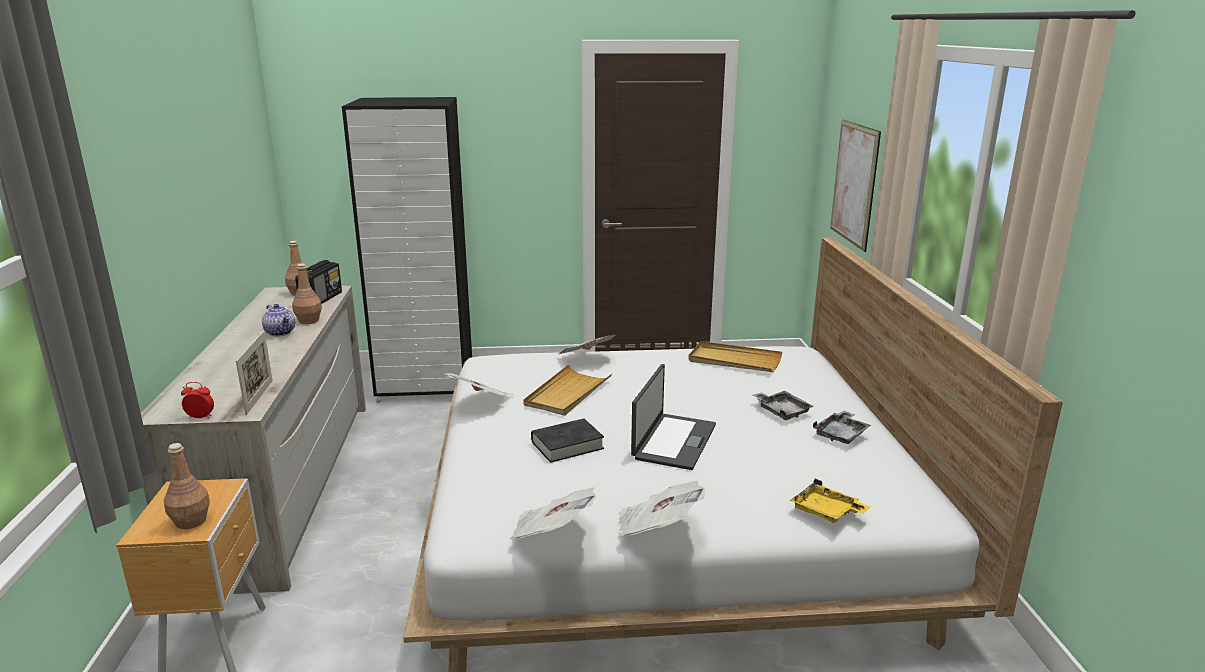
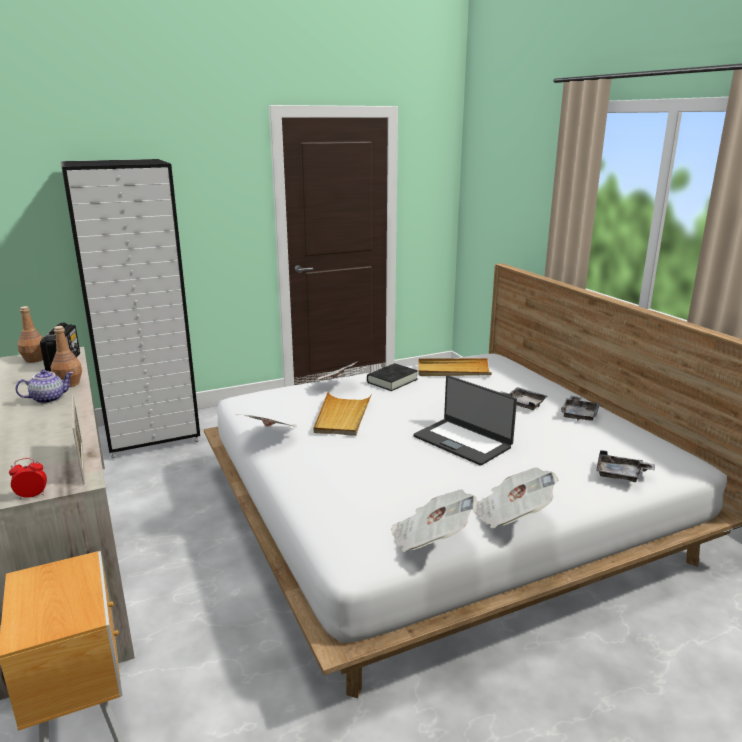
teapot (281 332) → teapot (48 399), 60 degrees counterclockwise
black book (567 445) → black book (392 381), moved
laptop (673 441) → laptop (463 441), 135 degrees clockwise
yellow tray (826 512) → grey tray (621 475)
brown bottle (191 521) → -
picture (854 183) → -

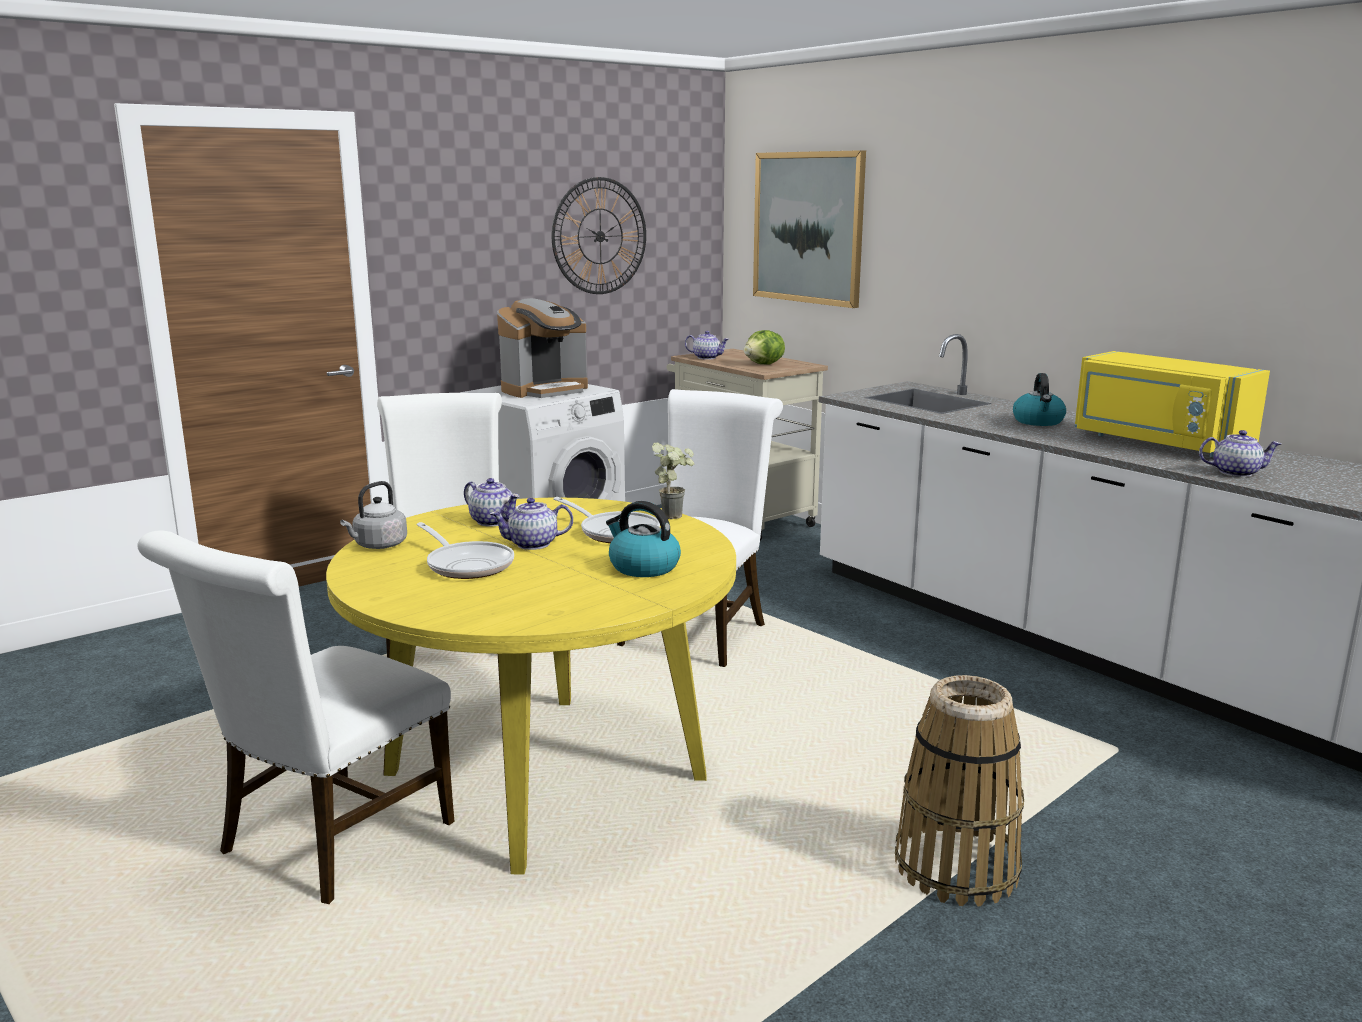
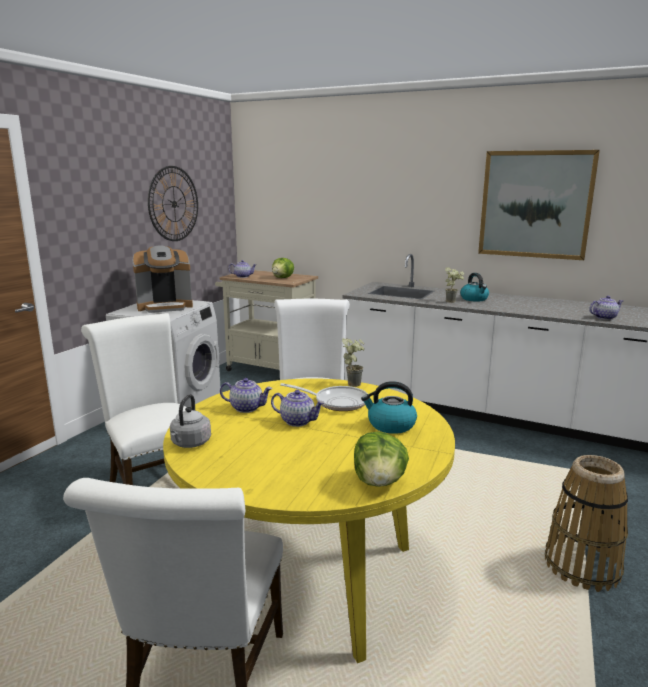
coffee machine (545 390) → coffee machine (165 306), 45 degrees clockwise
teapot (532 544) → teapot (298 421), 120 degrees counterclockwise
- → lettuce (379 482)
- → potted plant (452 301)
picture (808 228) → picture (535 204), moved
frying pan (467 565) → -
yellow microwave (1157 443) → -

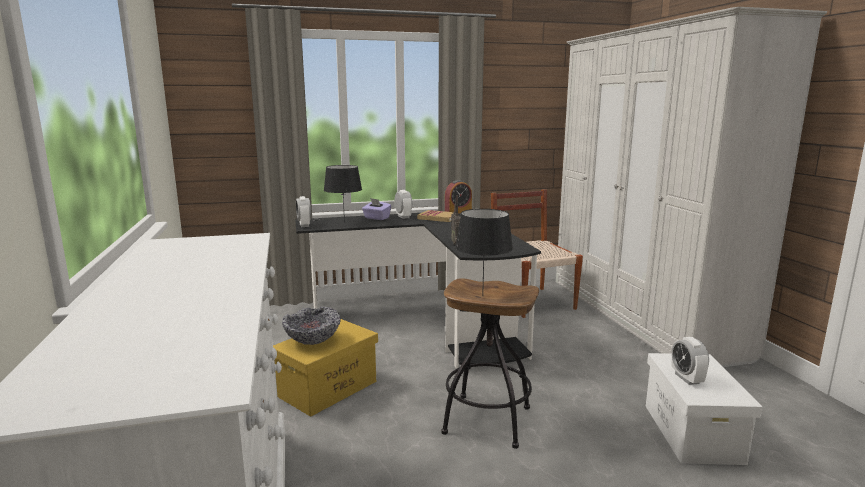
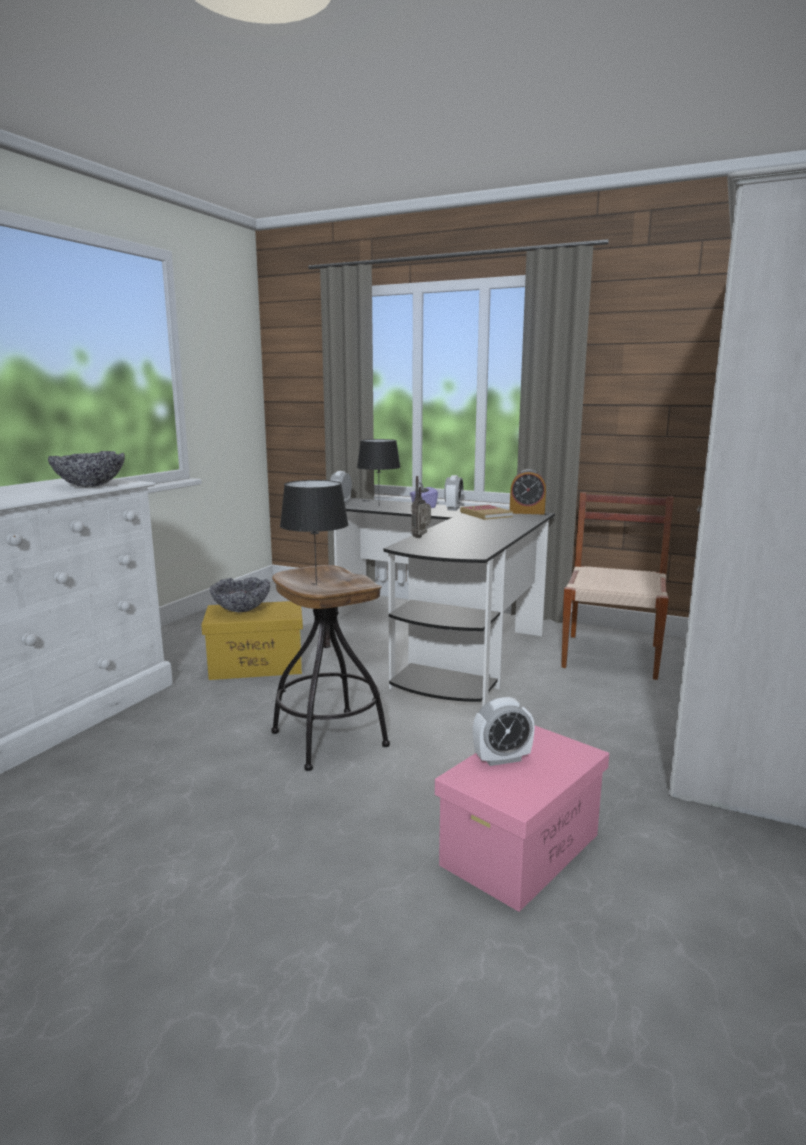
- → bowl (90 486)
white storage box (693 433) → pink storage box (520 850)
alarm clock (687 378) → alarm clock (502 759), 135 degrees counterclockwise

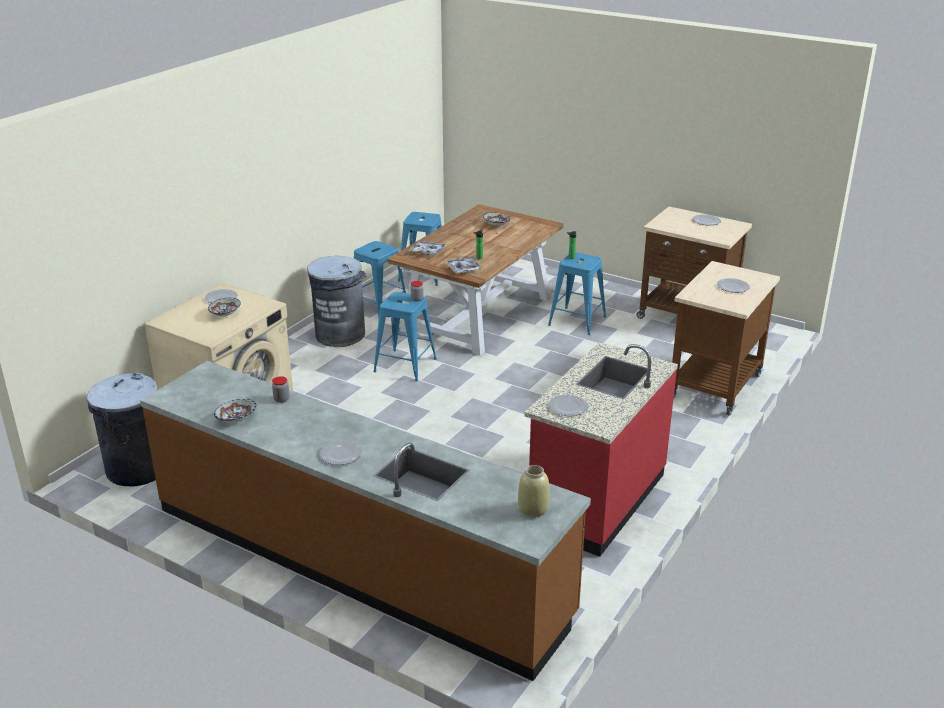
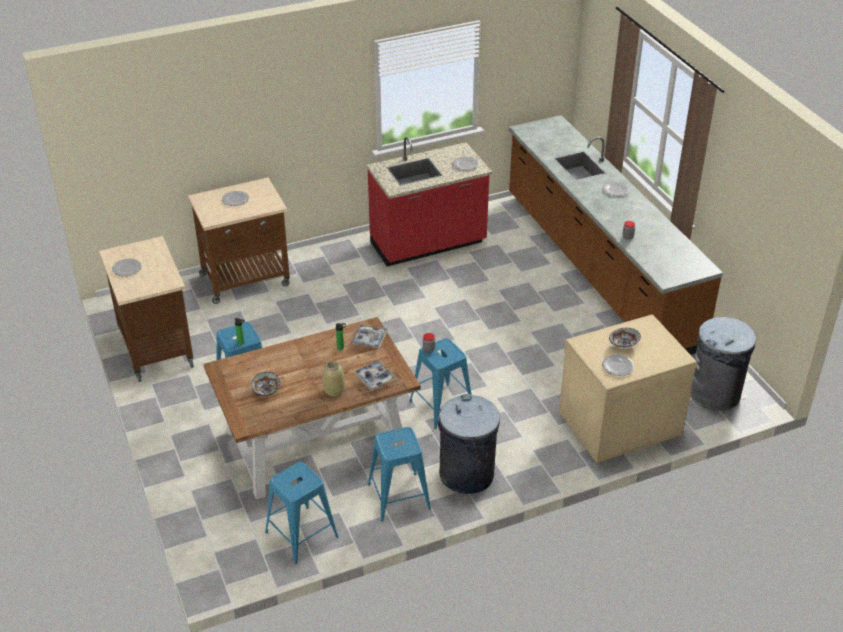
beige vase (533 509) → beige vase (334 390), moved
bowl (237 419) → -

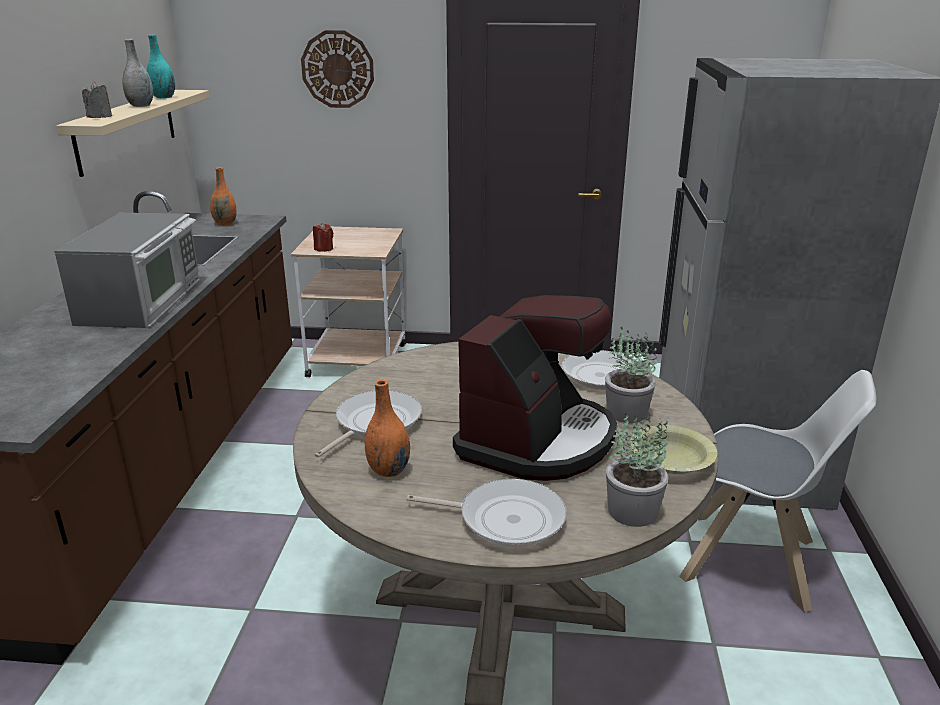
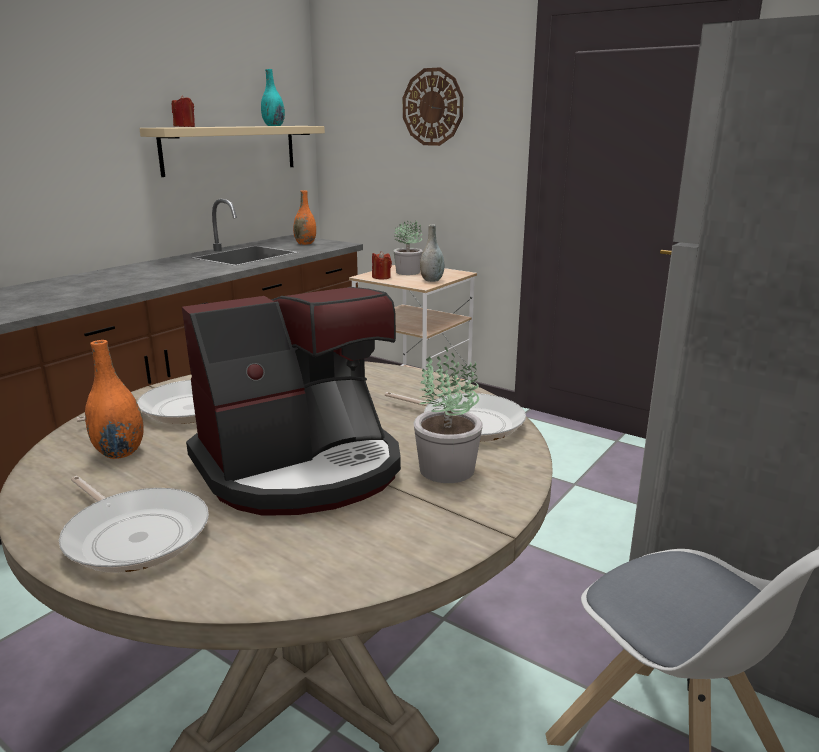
grey candle (100 116) → red candle (184 127)
potted plant (633 510) → potted plant (408 272), moved
grey vase (141 105) → grey vase (431 280), moved
microwave (143 301) → -
yellow bowl (671 461) → -

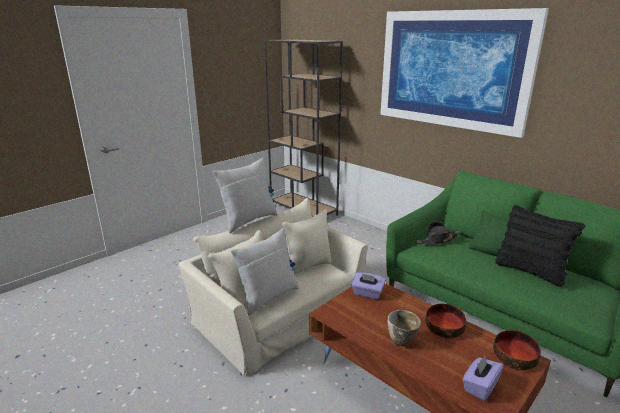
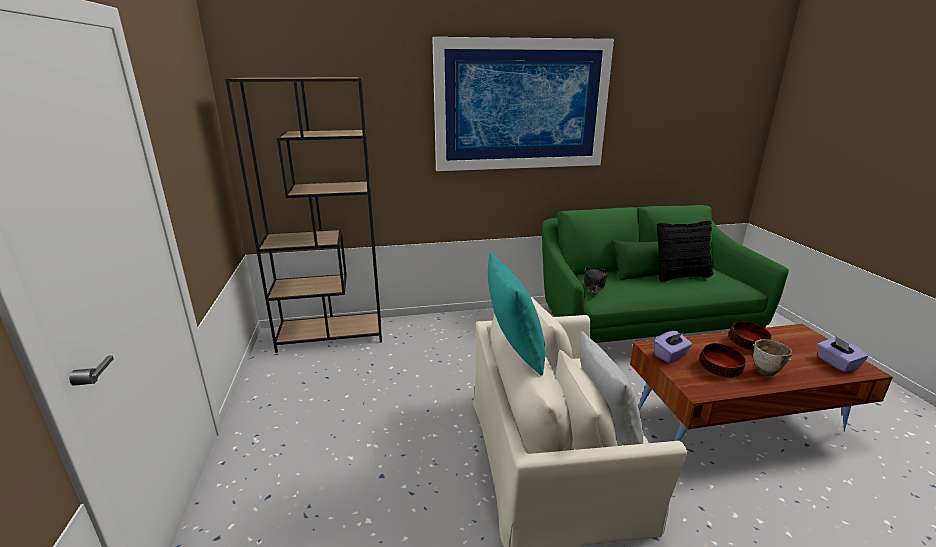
grey pillow (248 221) → turquoise pillow (513 351)
bowl (514 357) → bowl (719 368), moved

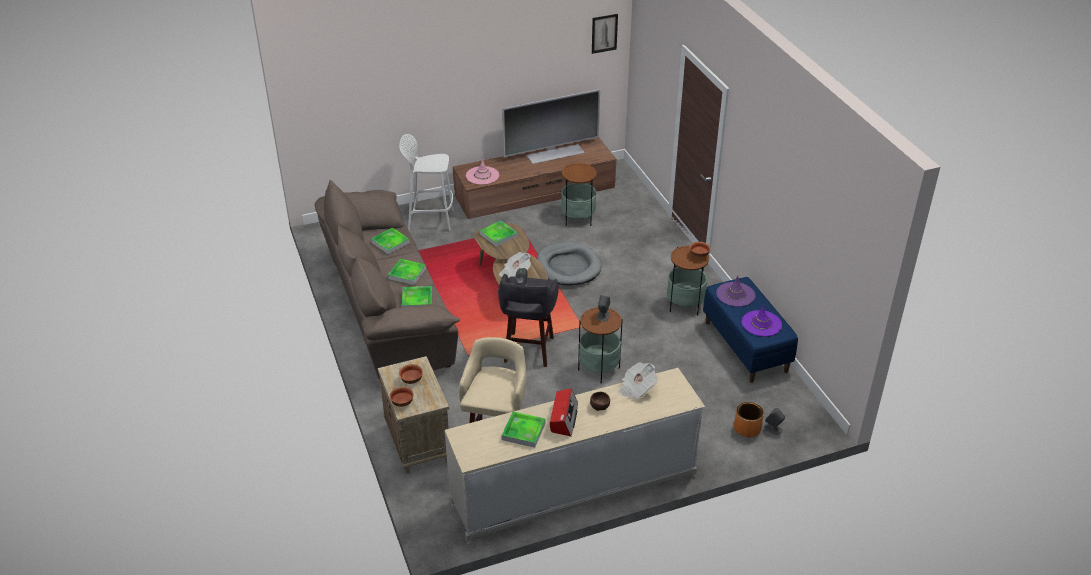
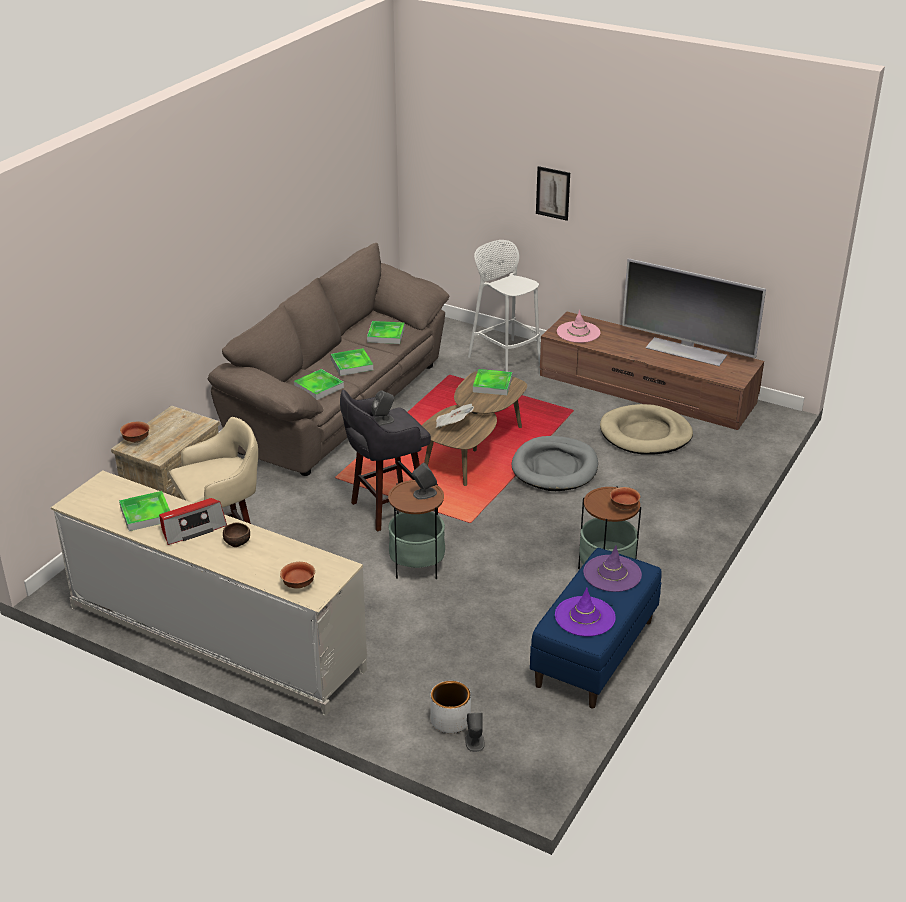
bowl (412 380) → bowl (298 585), moved
orange planter (747 428) → white planter (450 720)
picture (604 33) → picture (553 193), moved
side table (578 218) → beige dog bed (645 434)
newspaper (636 388) → -

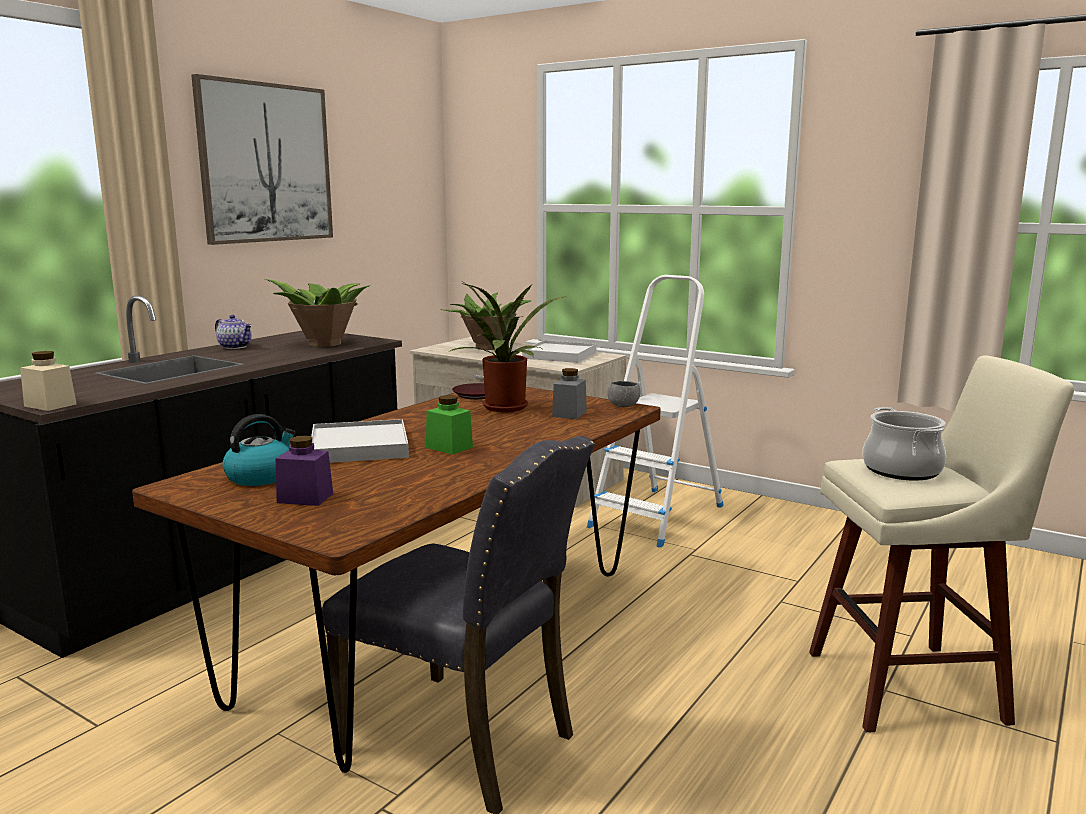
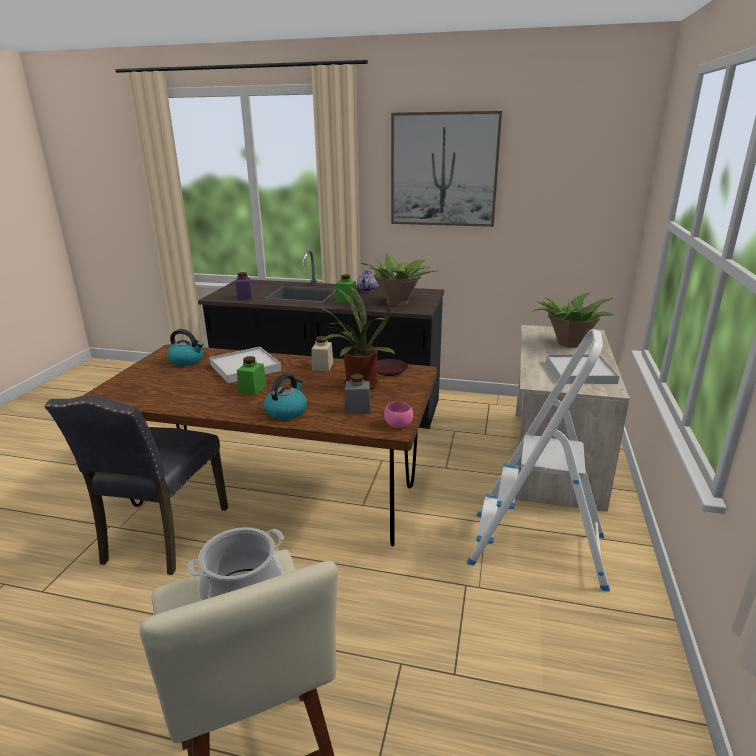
purple jar (305 498) → purple jar (244 297), moved
- → kettle (286 411)
beige jar (50 405) → beige jar (322 366), moved
- → green jar (346 300)
grey bowl (623 406) → pink bowl (398 425)

